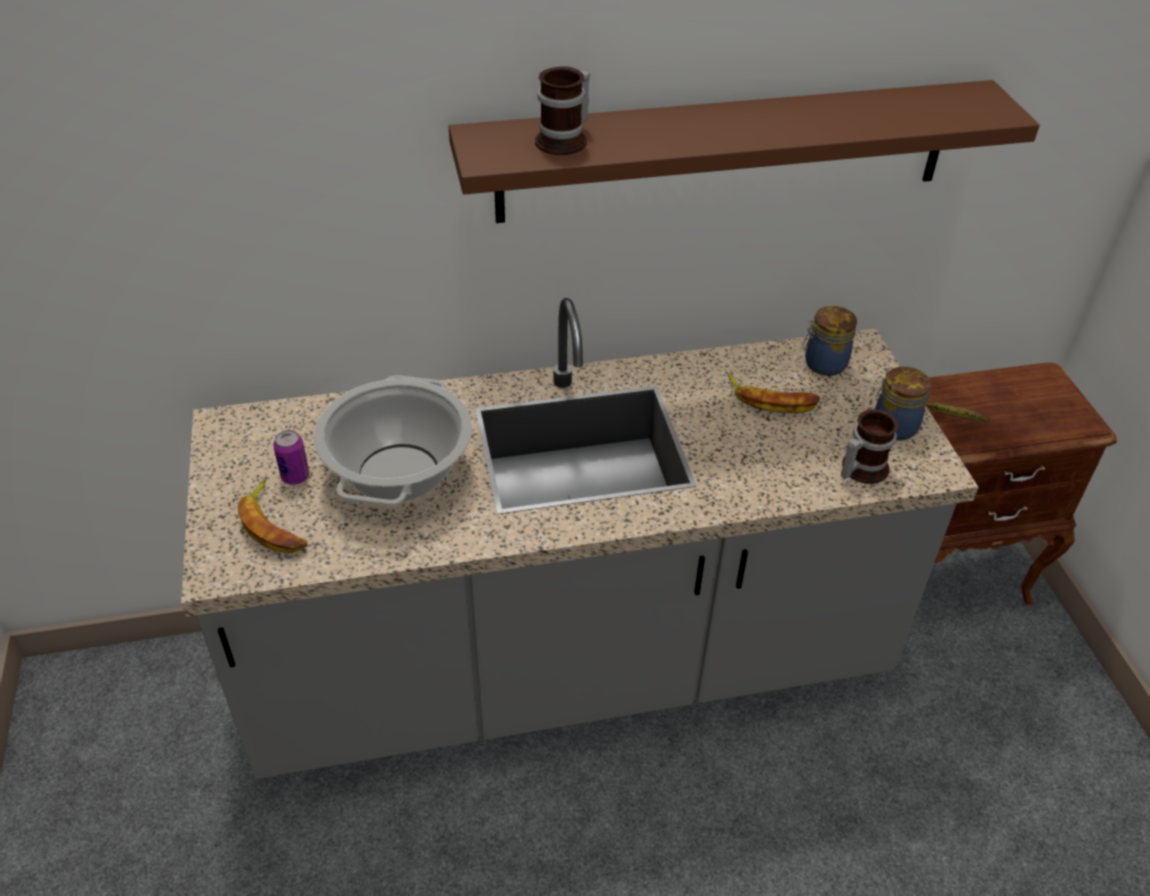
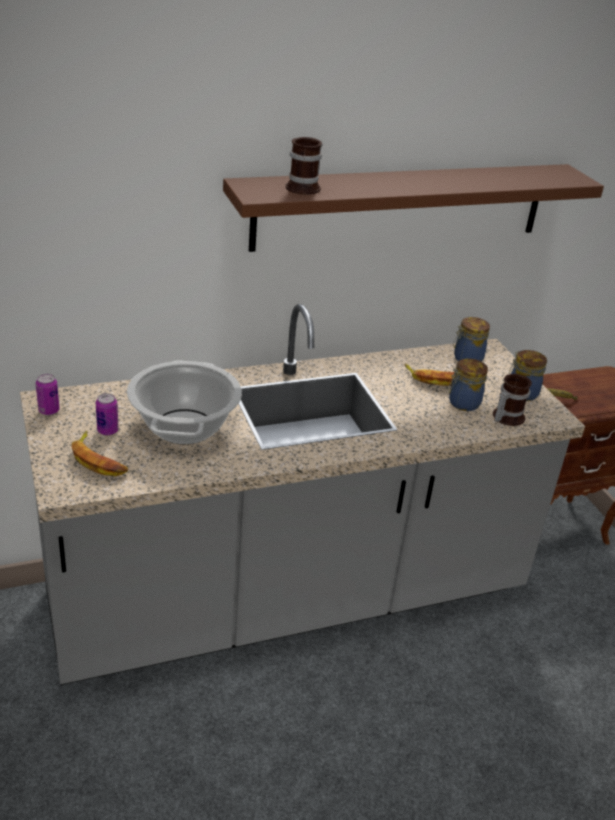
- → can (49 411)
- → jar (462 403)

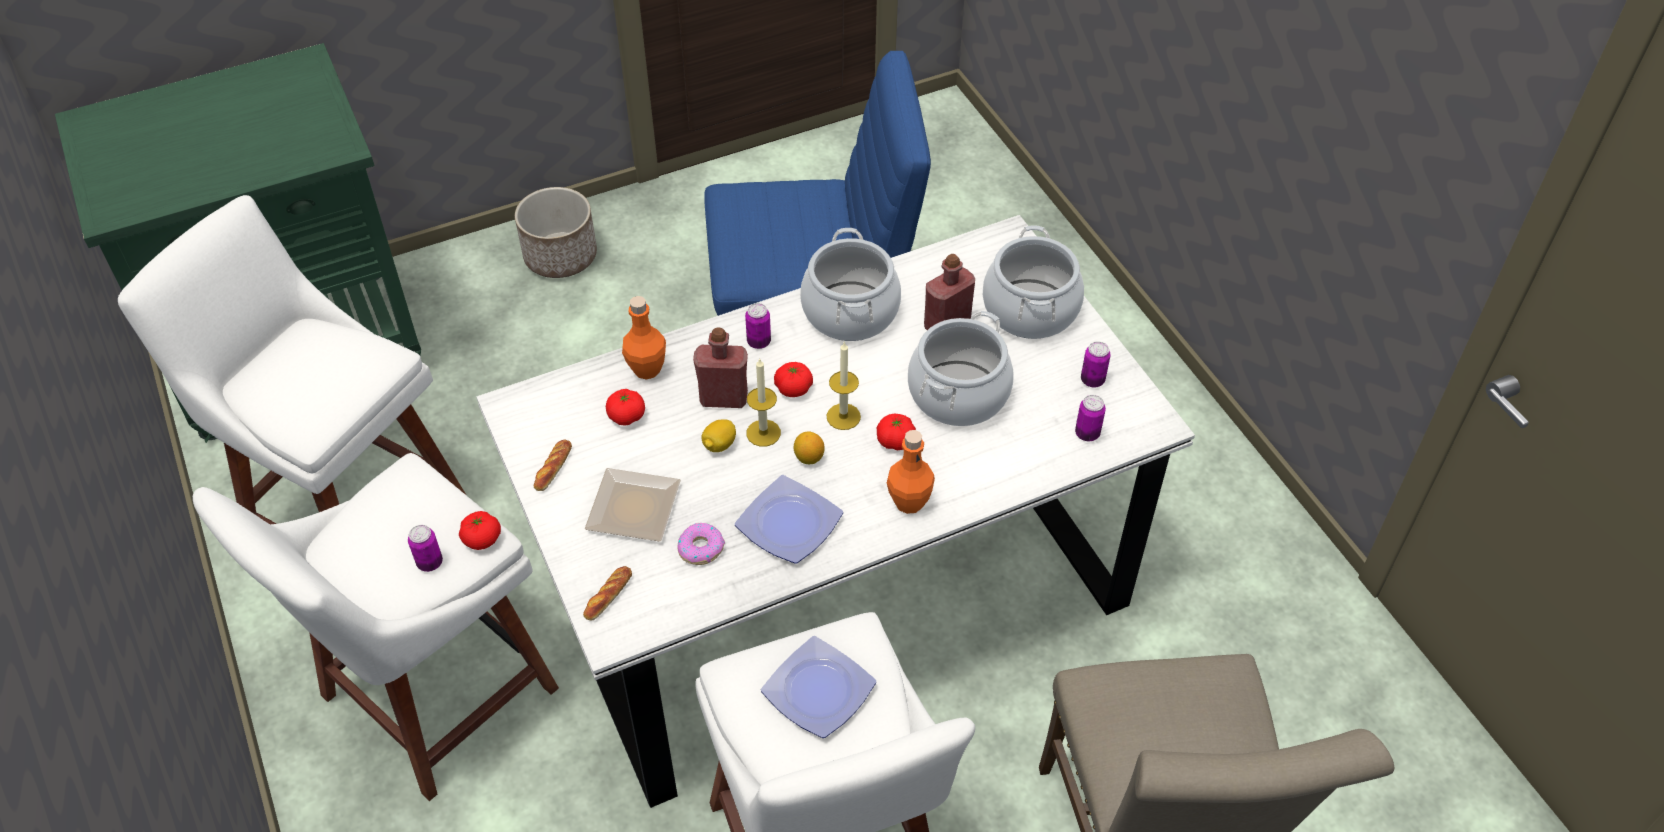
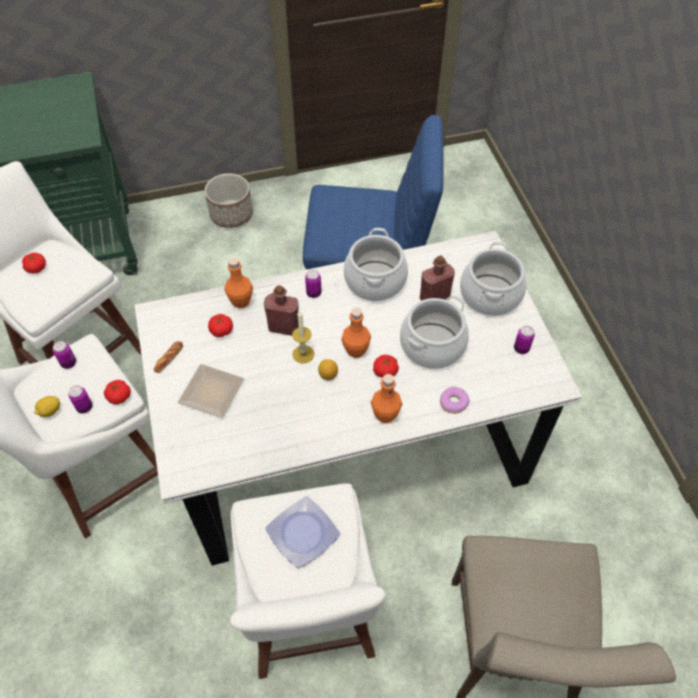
tomato (793 388) → tomato (36 268), moved
lemon (719 445) → lemon (50 411), moved
can (1087 433) → can (69 363), moved
candle (843 416) → orange bottle (356 350)
donut (700 548) → donut (453 402), moved
bread (608 596) → -
plate (789 522) → -

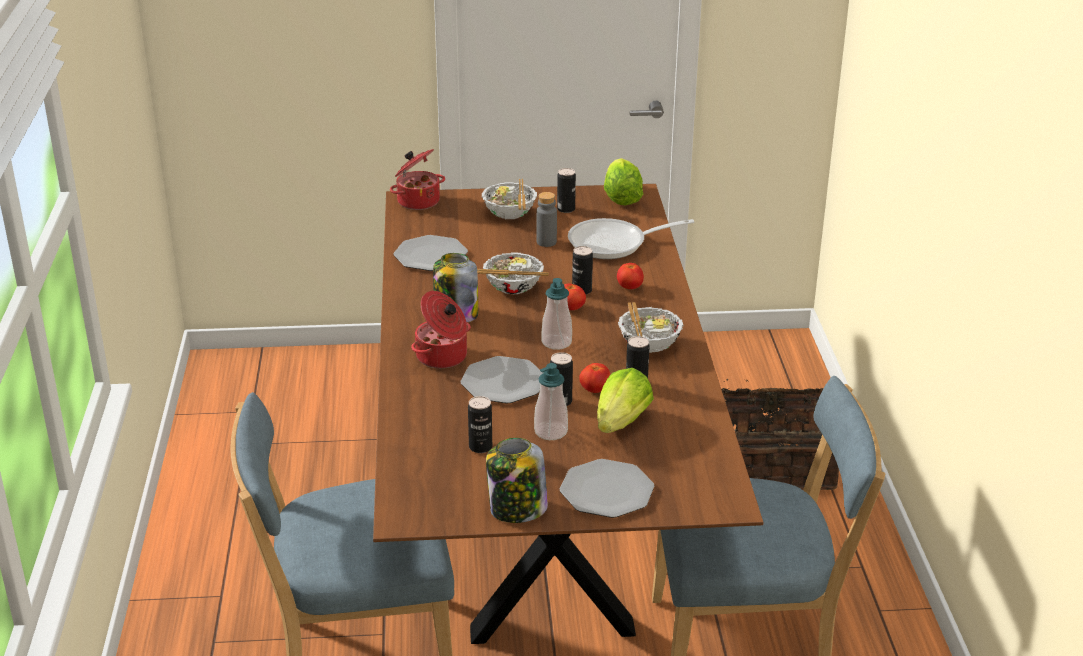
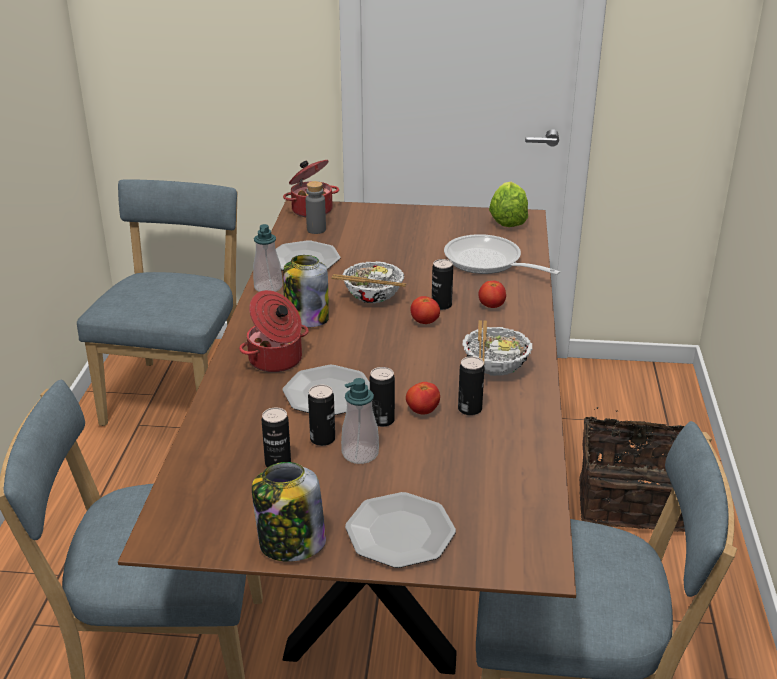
- → blue chair (179 394)
soap dispenser (556 342) → soap dispenser (268 287), moved
grey bottle (546 242) → grey bottle (316 230), moved
can (566 209) → can (322 439), moved
frying pan (614 244) → frying pan (488 262), 45 degrees clockwise
bowl (510 214) → -
lettuce (622 423) → -

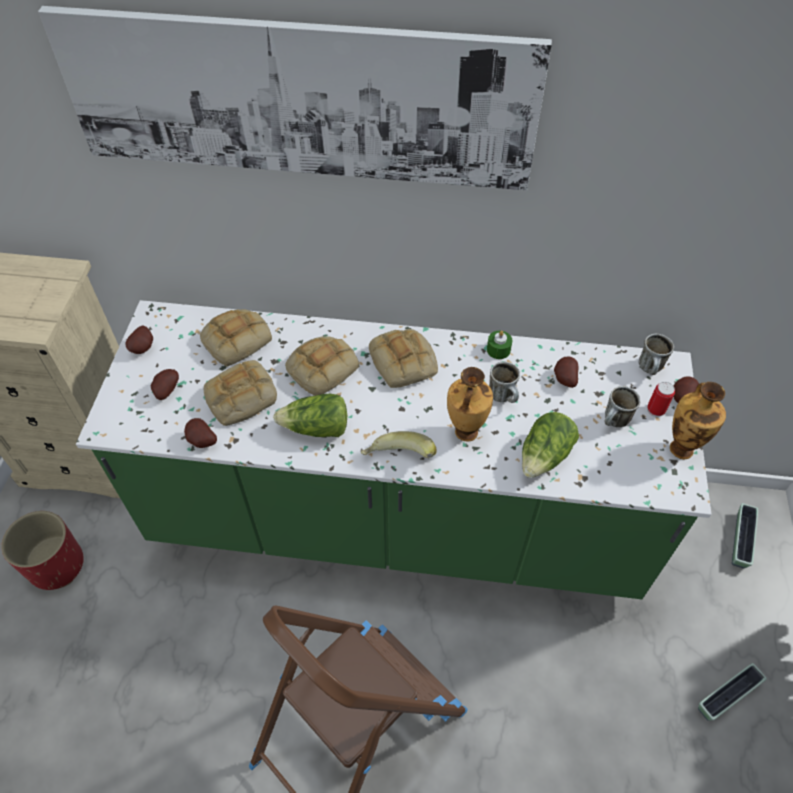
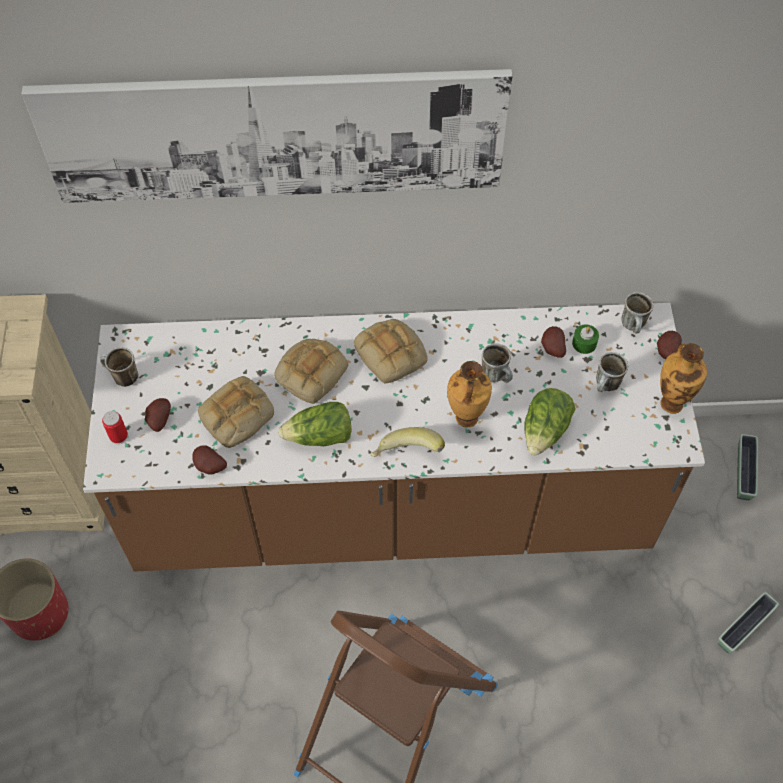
green counter (396 519) → brown counter (391 506)
potato (144 348) → mug (122 377)
can (656 410) → can (118 436), moved
green candle (498 350) → green candle (584 343), moved
bread (237 339) → -

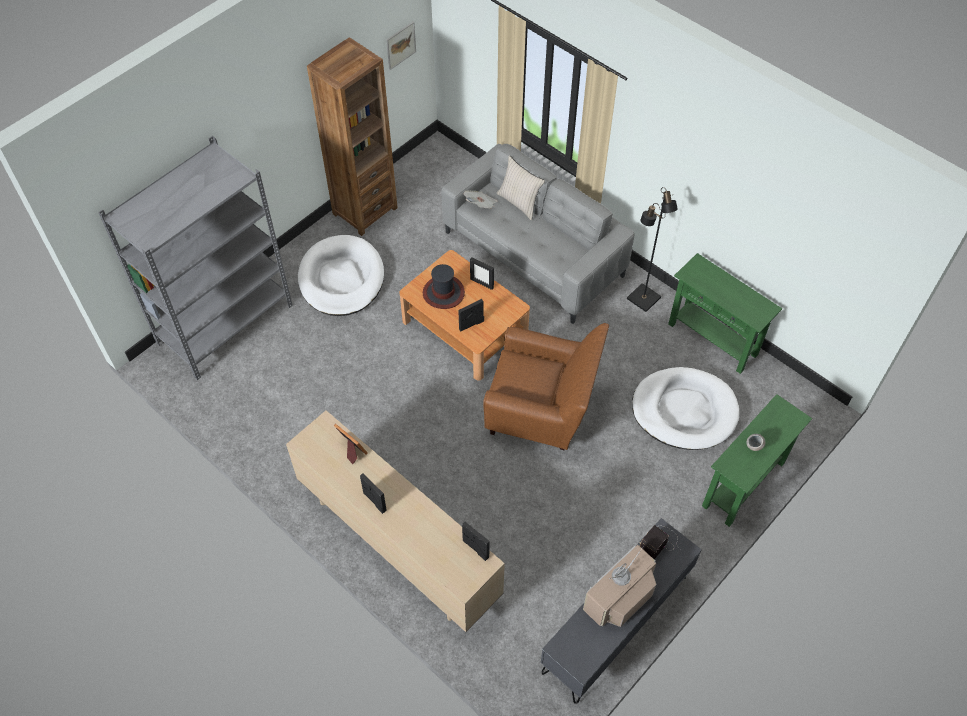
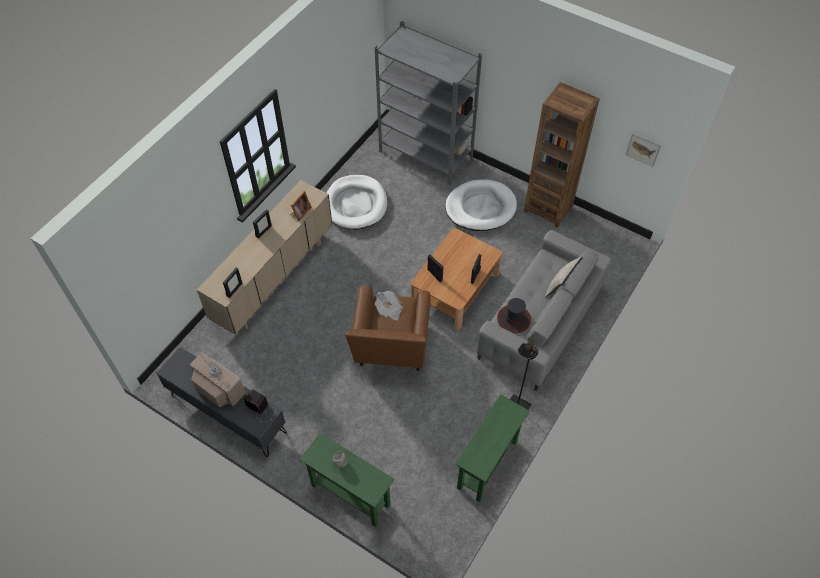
white dog bed (684 411) → white dog bed (356 204), moved
newspaper (481 205) → newspaper (389 310), moved
hat (443 293) → hat (514 319), moved

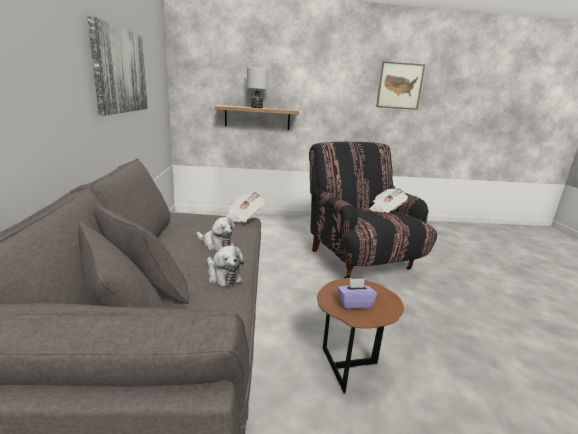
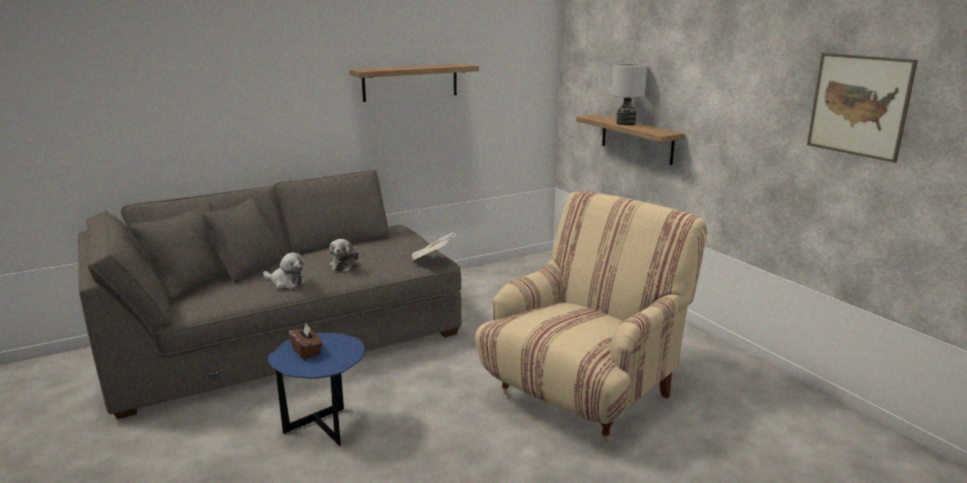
plush toy (223 276) → plush toy (286 282), 90 degrees counterclockwise
brown side table (349 366) → blue side table (324 430)
purple tissue box (354 304) → brown tissue box (306 351)
picture (121 71) → shelf (410 82)
black armchair (360 260) → beige armchair (584 395)
newspaper (386 209) → -

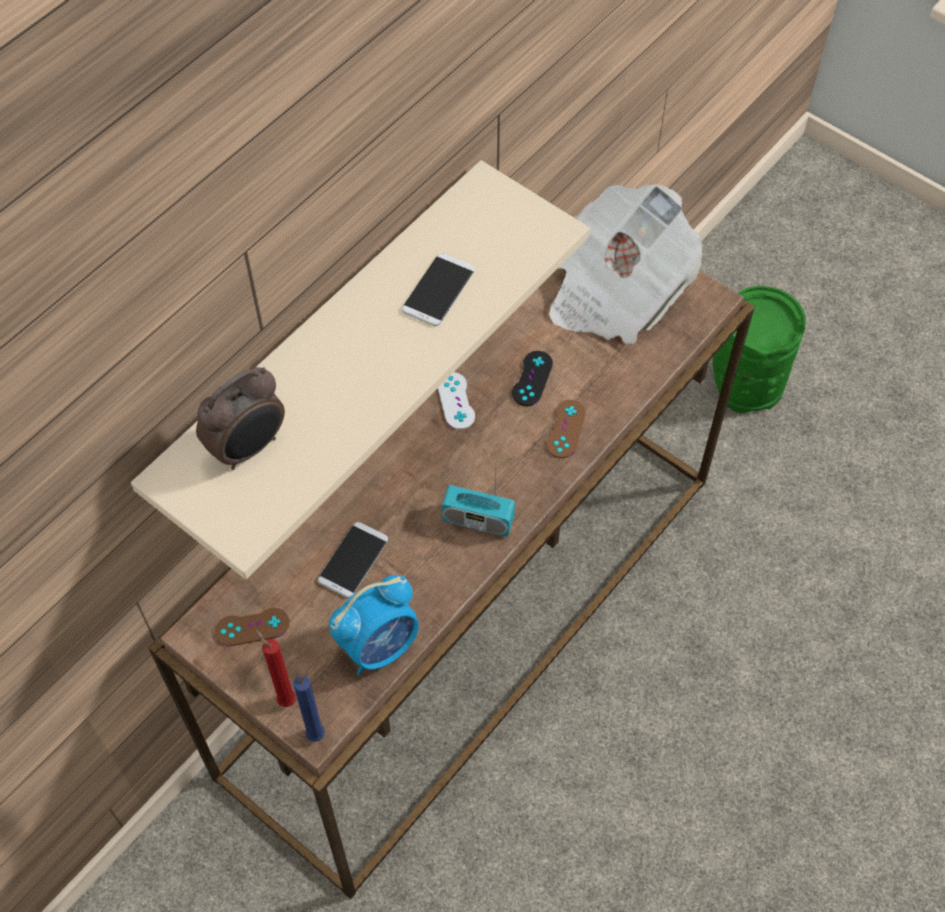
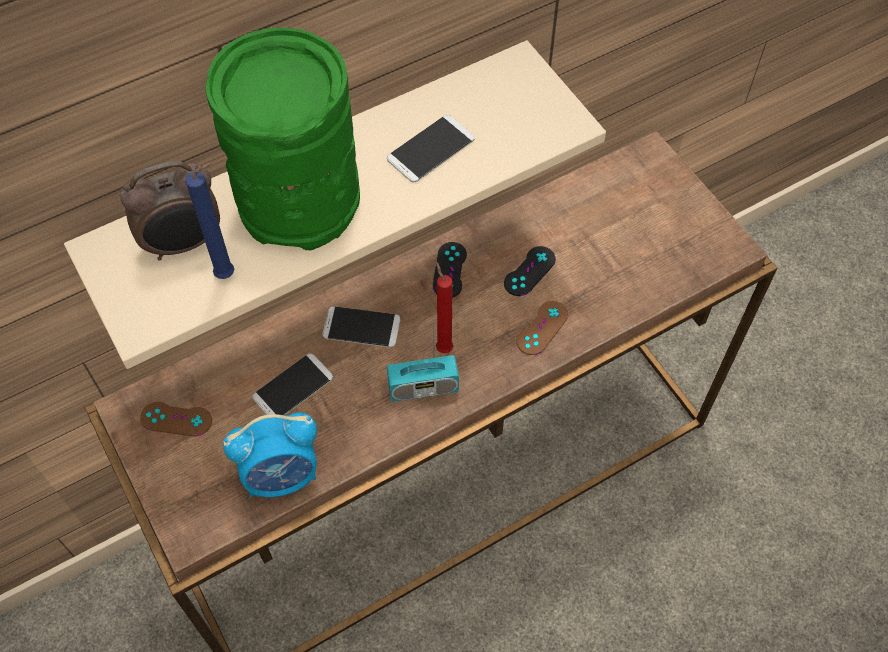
blue candle (318 733) → blue candle (228 274), moved
green vase (746 381) → green vase (300 200), moved
- → phone (361 327)
radio (478 520) → radio (423 387), 45 degrees counterclockwise
white game controller (456 401) → black game controller (449 270)
red candle (284 699) → red candle (443 347), moved
newspaper (616 290) → -

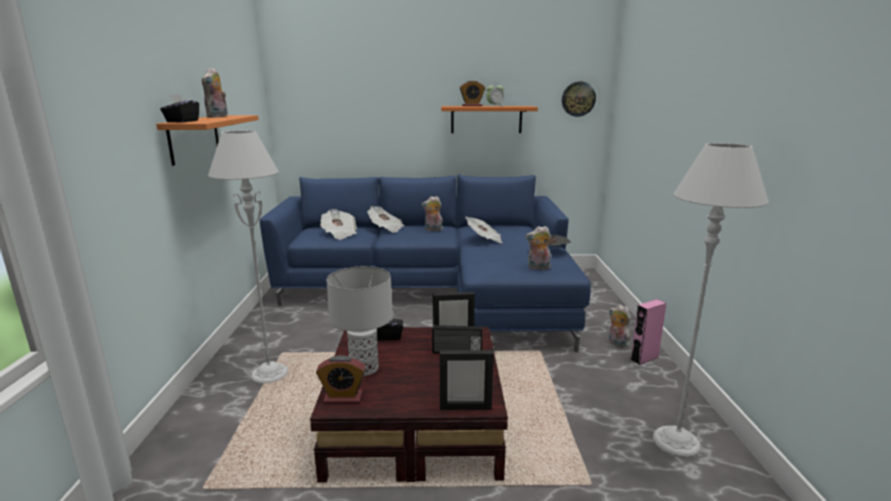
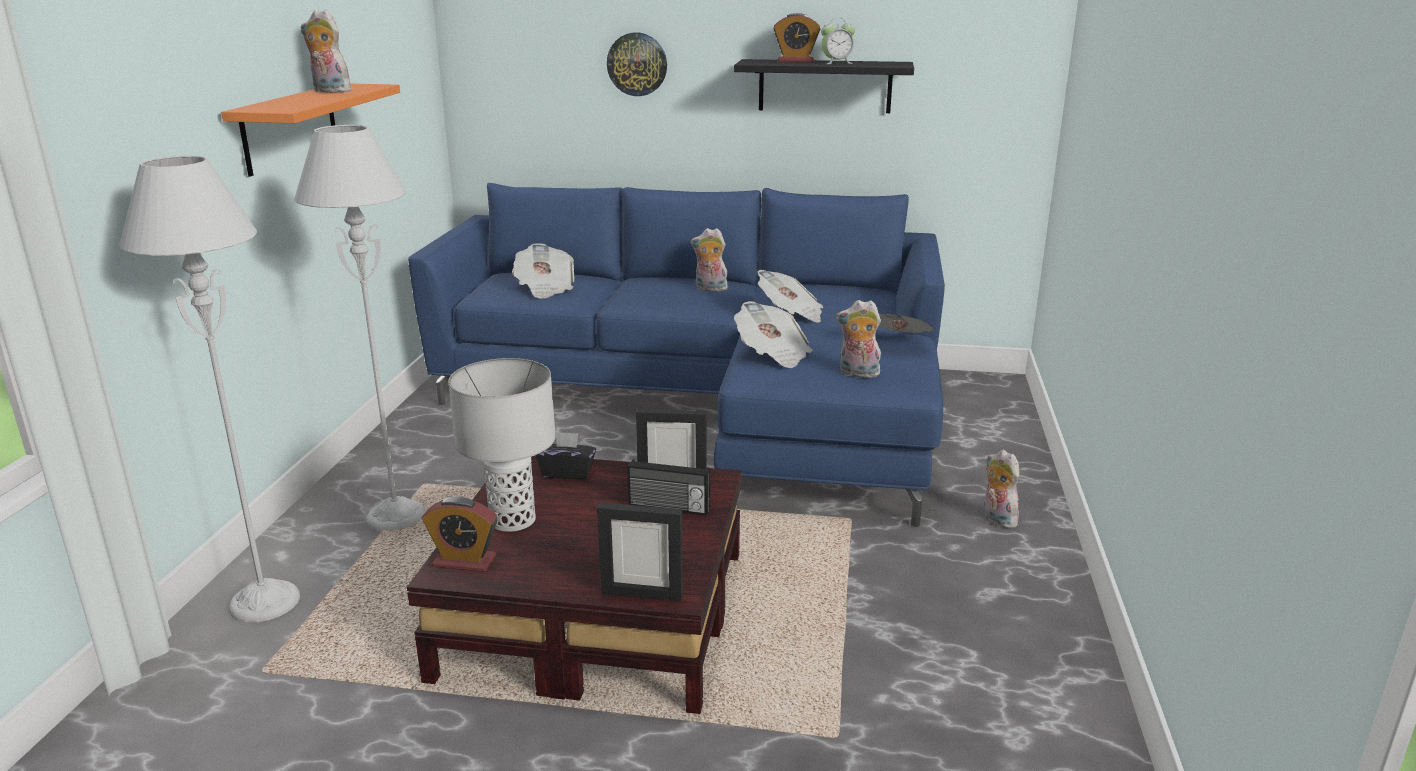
grey floor lamp (676 442) → grey floor lamp (265 602), moved
plush toy (218 117) → plush toy (329 91), 90 degrees clockwise
wall clock (578 99) → wall clock (637 64), moved
orange shelf (486 119) → black shelf (825 86)
newspaper (386 228) → newspaper (772 354), moved
black tissue box (182 121) → -
pink speaker (644 358) → -

